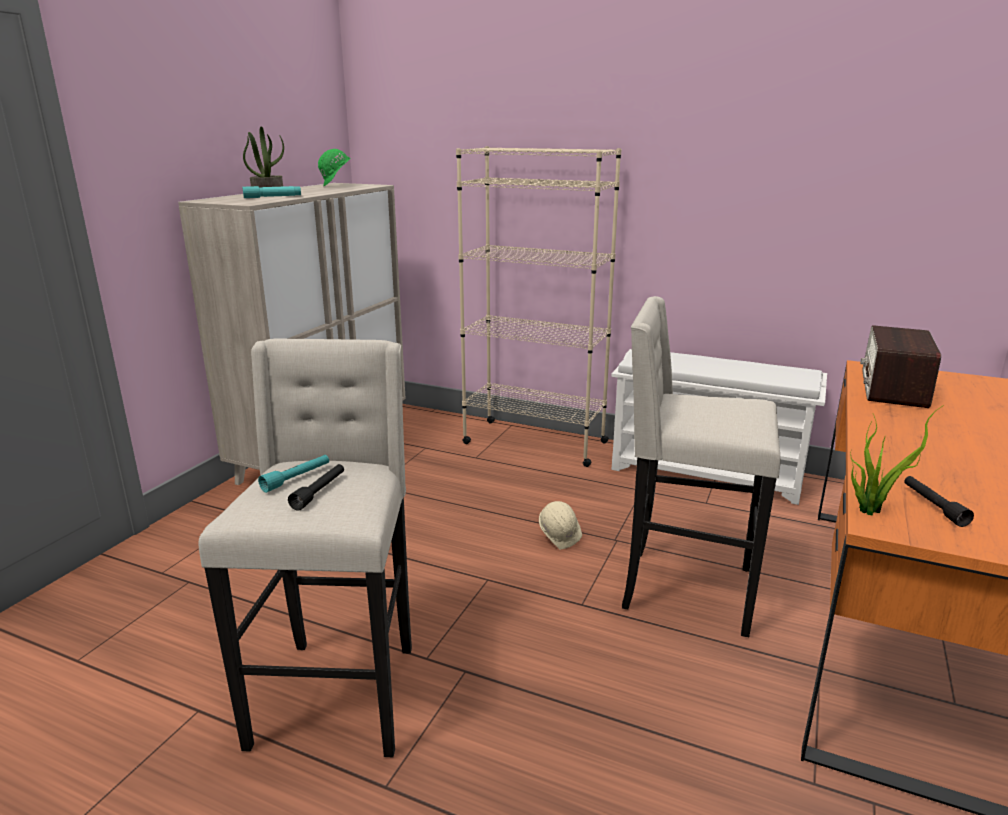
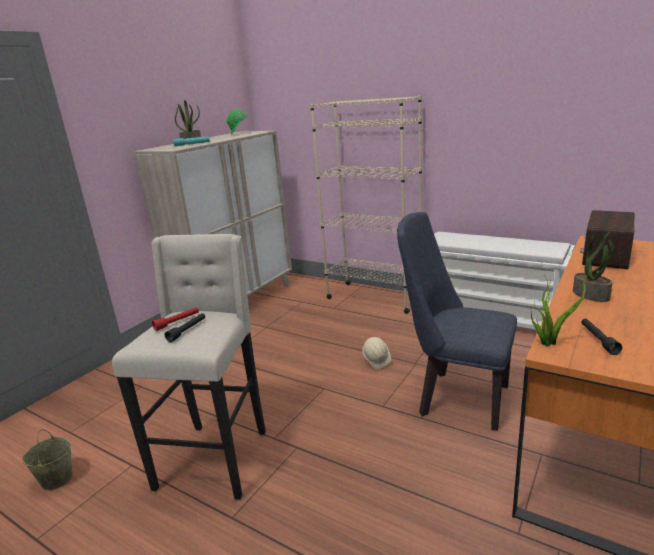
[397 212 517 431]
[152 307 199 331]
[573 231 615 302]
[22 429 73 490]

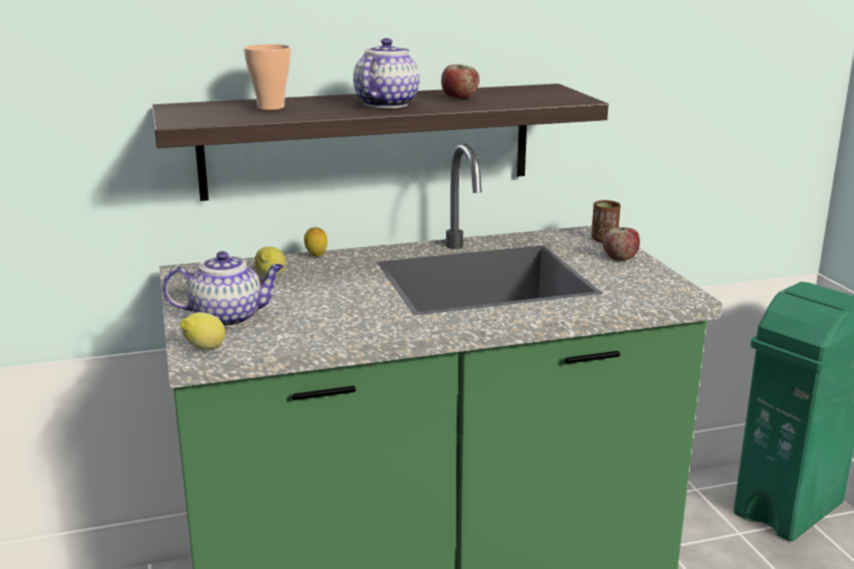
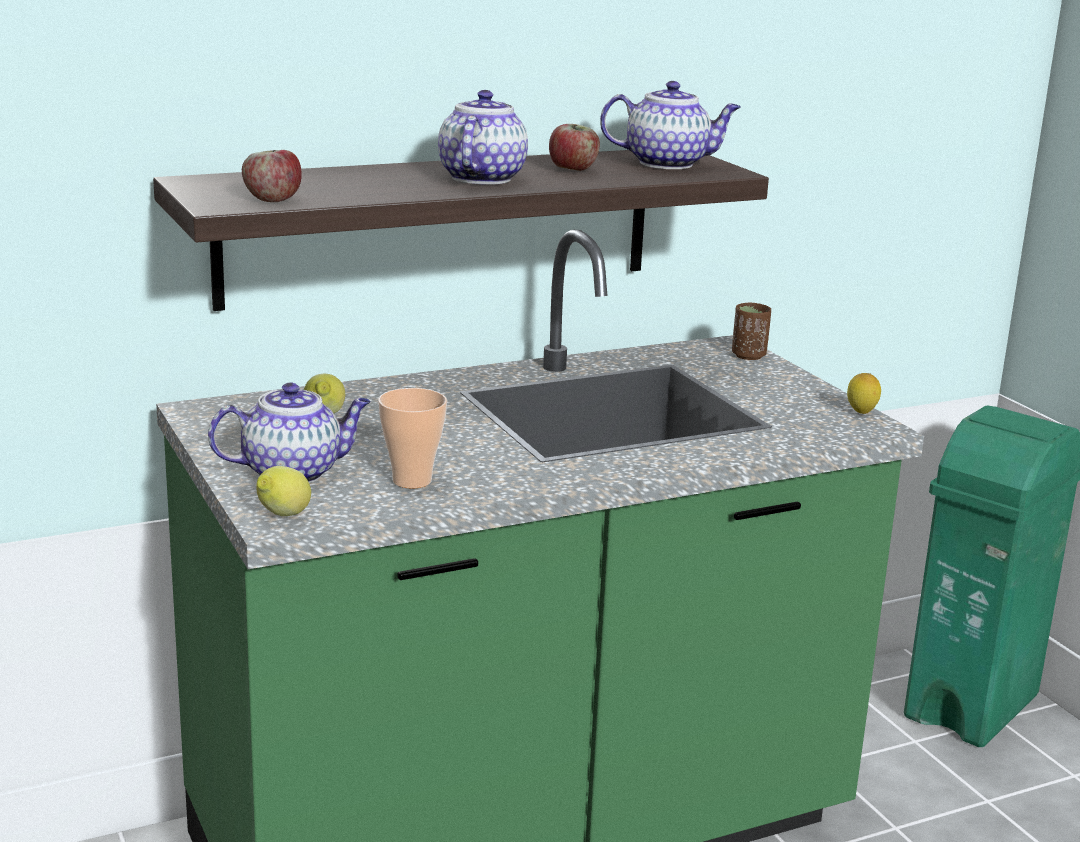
[378 388 447 488]
[847 373 881 414]
[242 150 302 202]
[600 81 741 169]

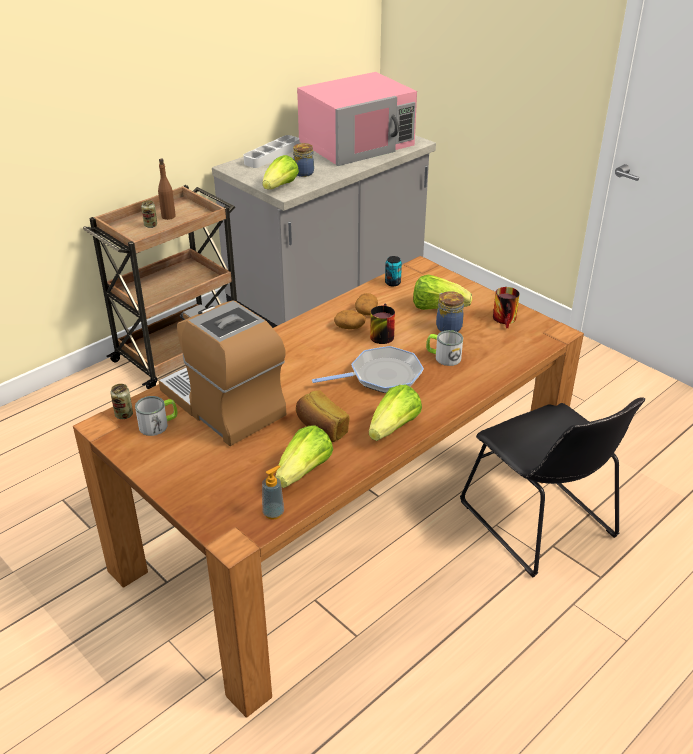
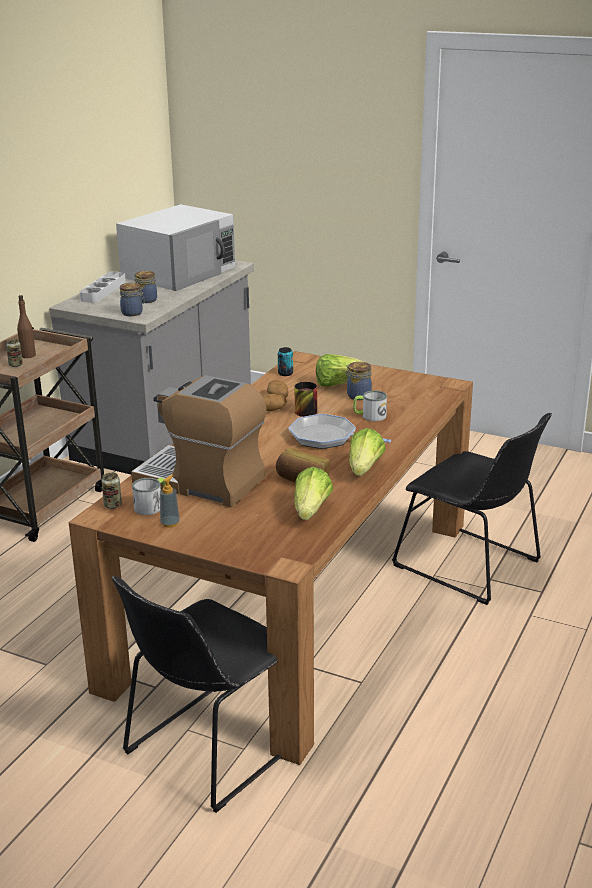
[116 204 235 291]
[120 283 145 316]
[493 287 520 328] (first image)
[289 414 391 449]
[160 475 180 528]
[112 576 282 813]

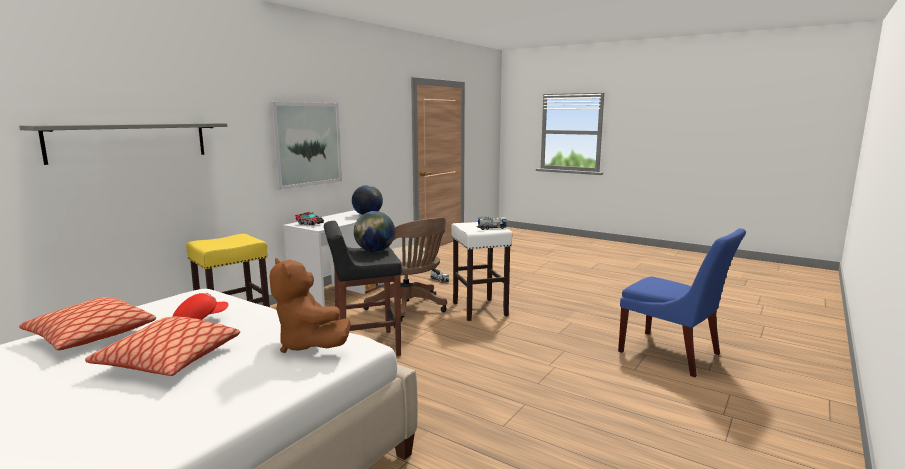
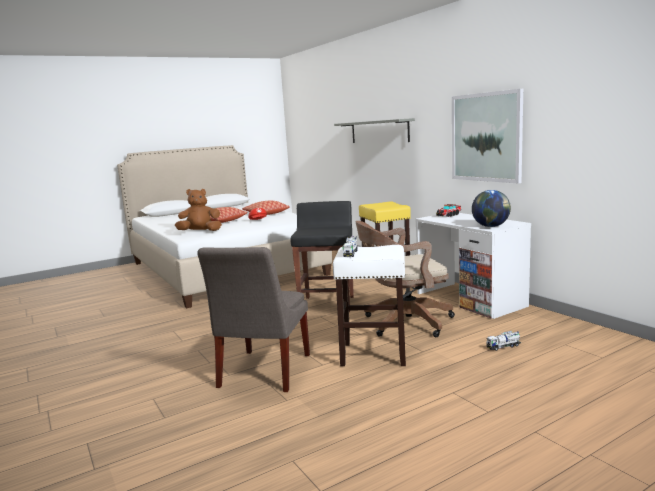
[354 211 395 252] (first image)
[618 228 746 377] (first image)
[197 247 310 392]

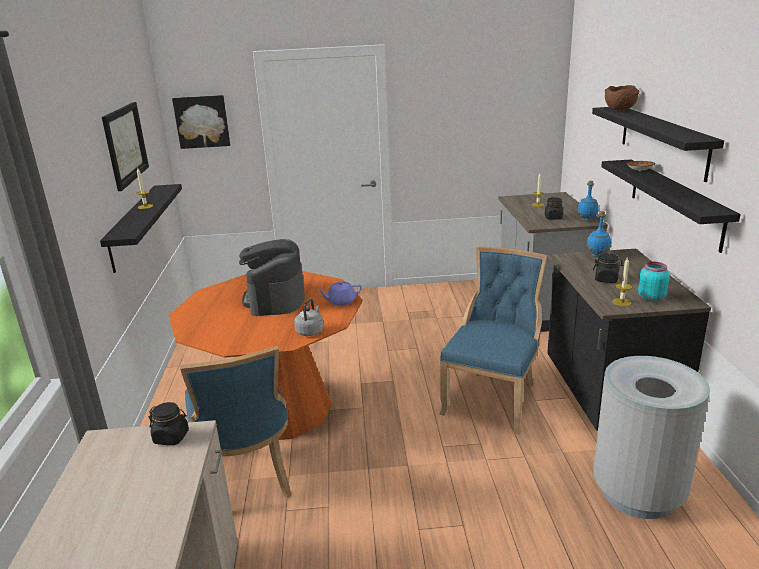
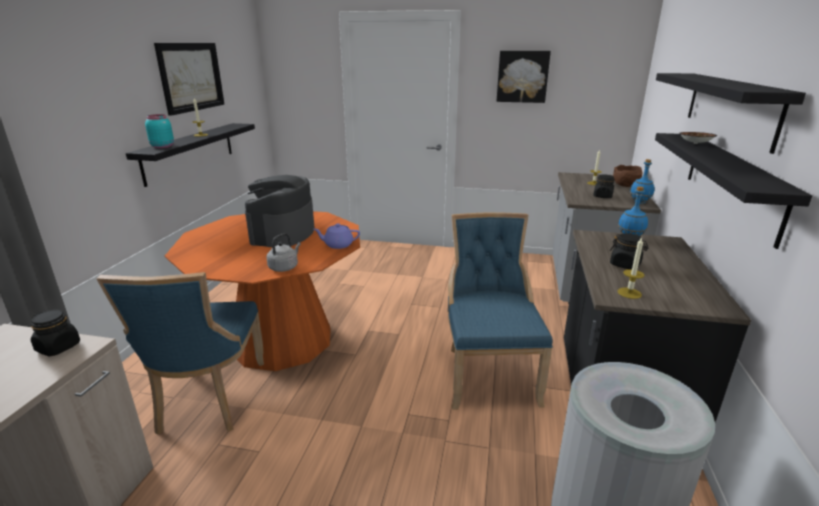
[613 165 643 187]
[497 51 551 103]
[448 212 553 410]
[145 114 174 148]

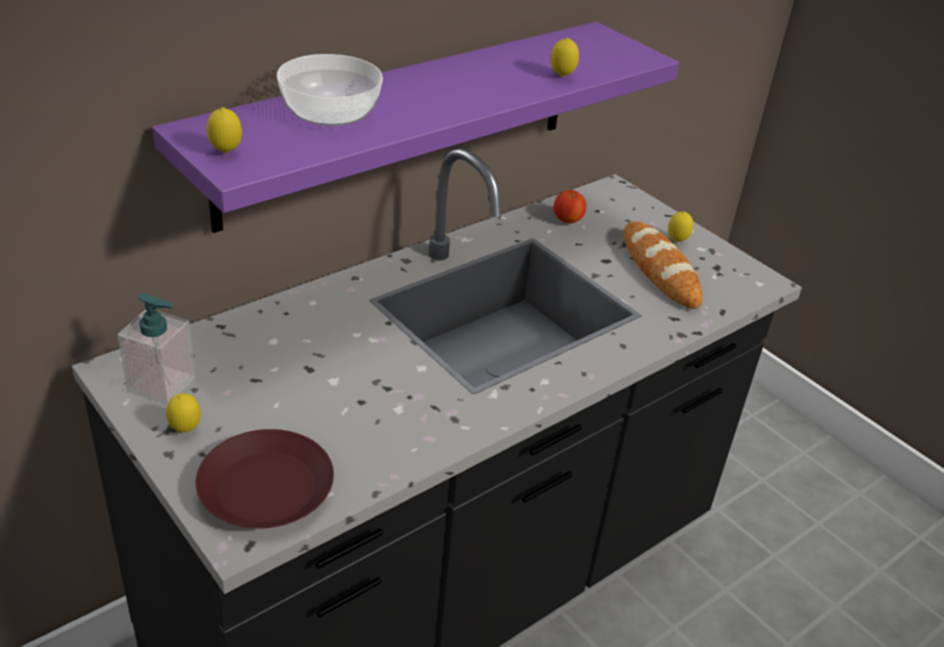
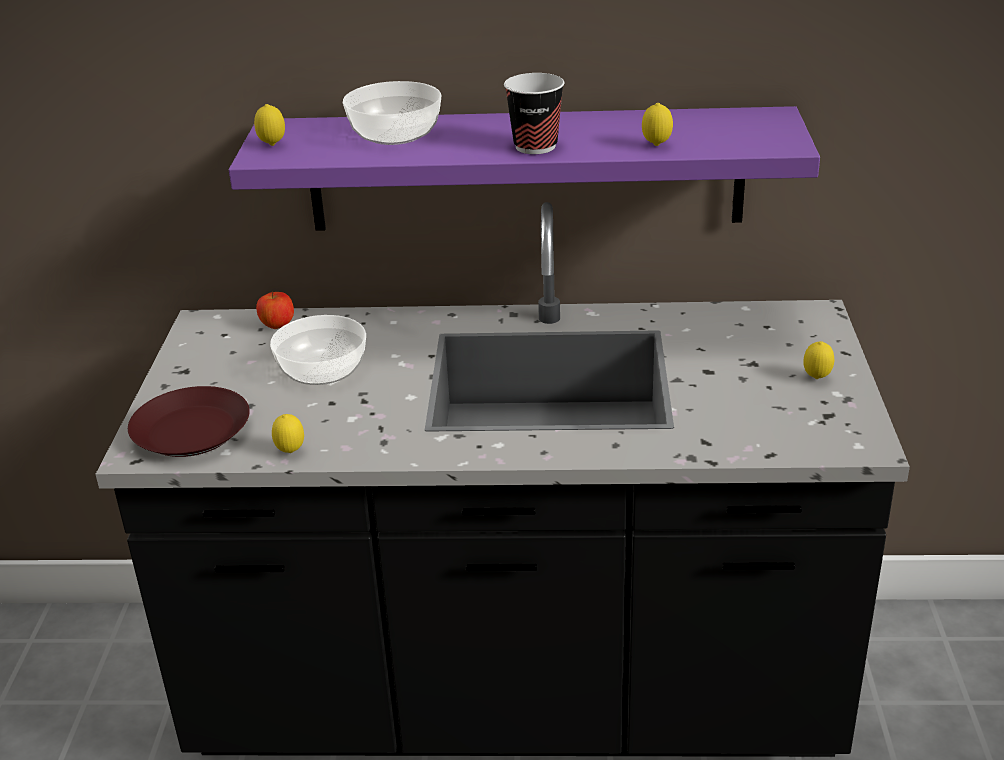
[256 292 294 329]
[623 222 703 309] (first image)
[117 293 196 405] (first image)
[272 414 304 453]
[504 73 564 154]
[270 315 366 385]

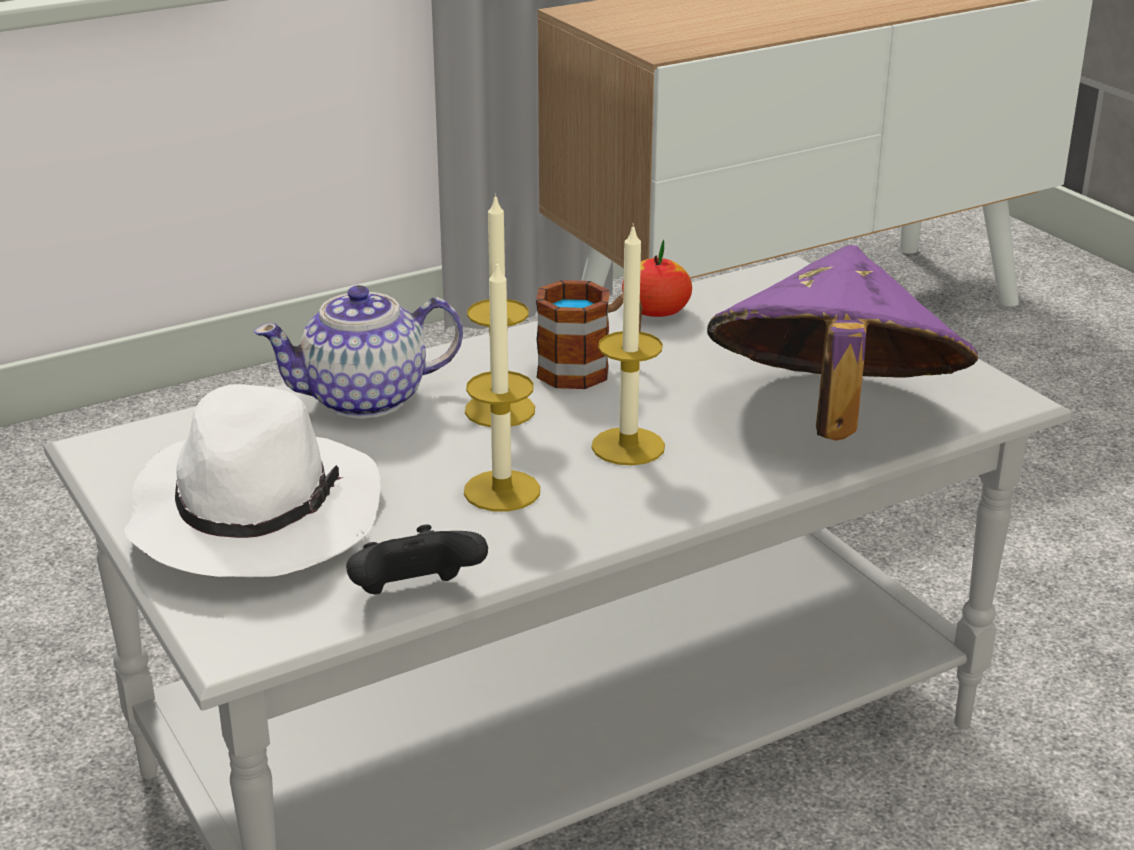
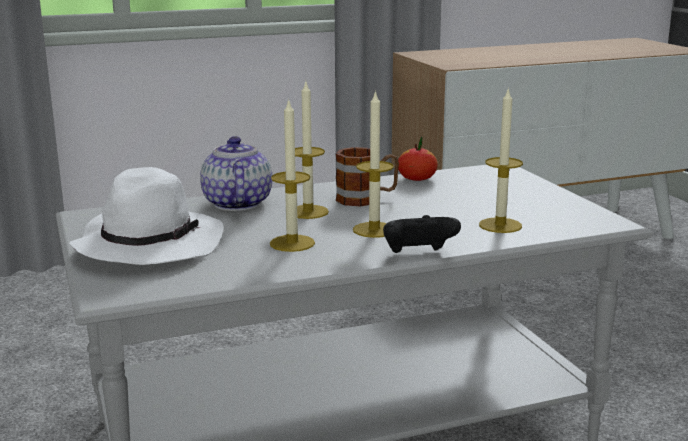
[479 87 523 233]
[200 136 272 211]
[383 215 461 253]

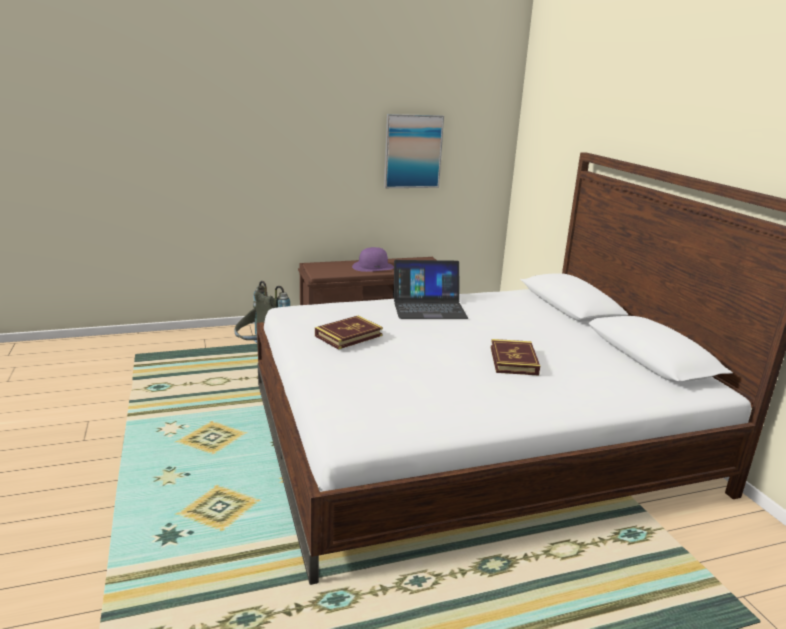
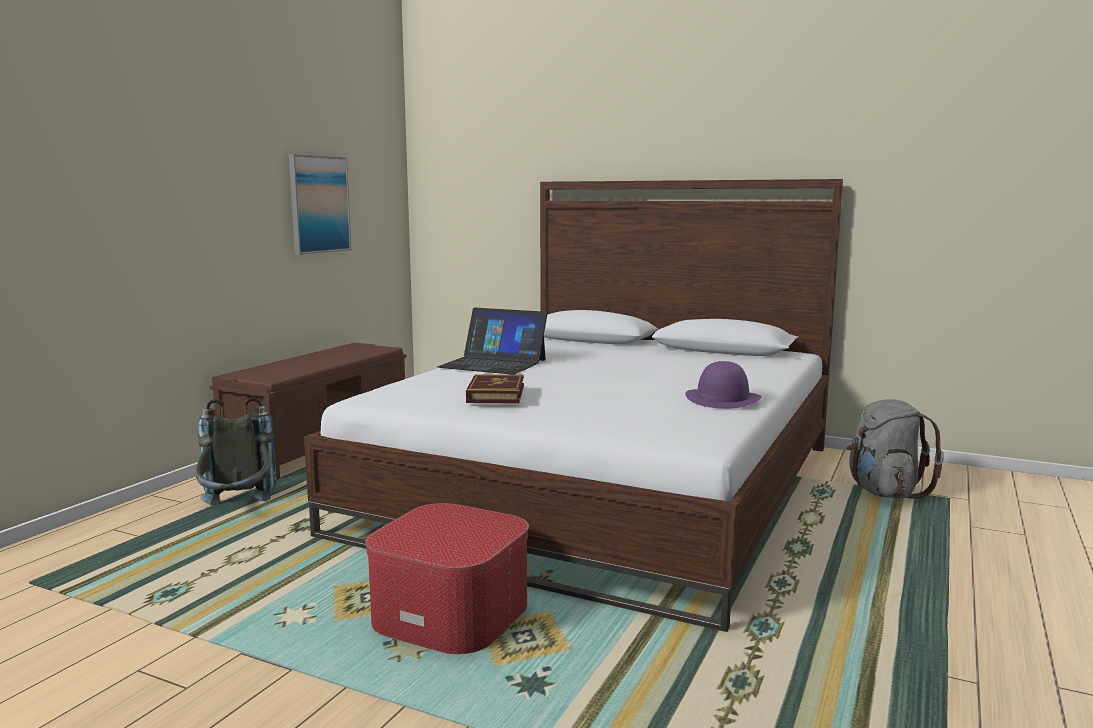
[685 361 761 409]
[437 308 547 375]
[491 339 540 376] (first image)
[846 399 944 499]
[365 503 529 654]

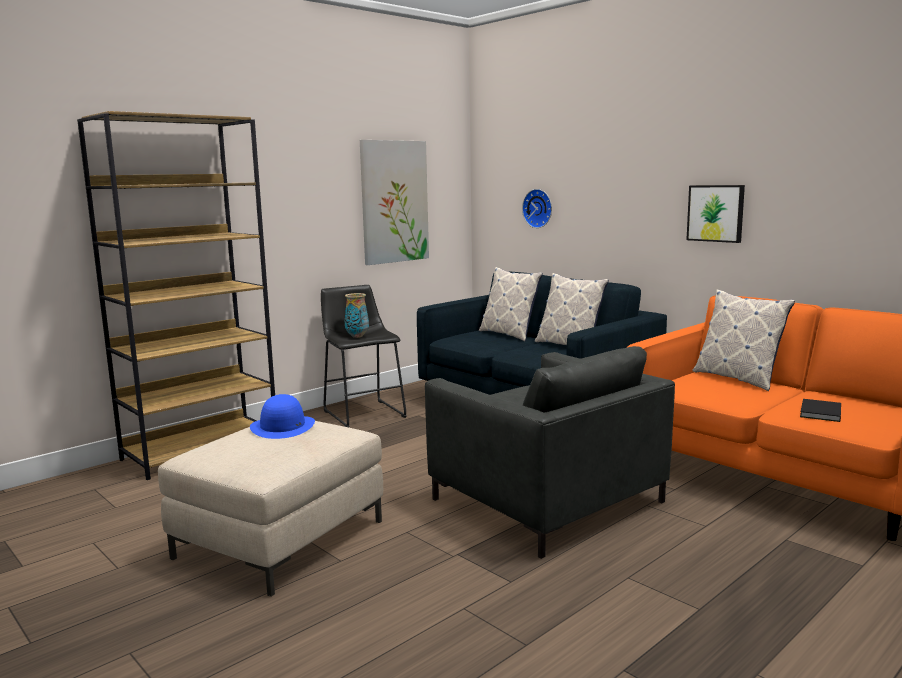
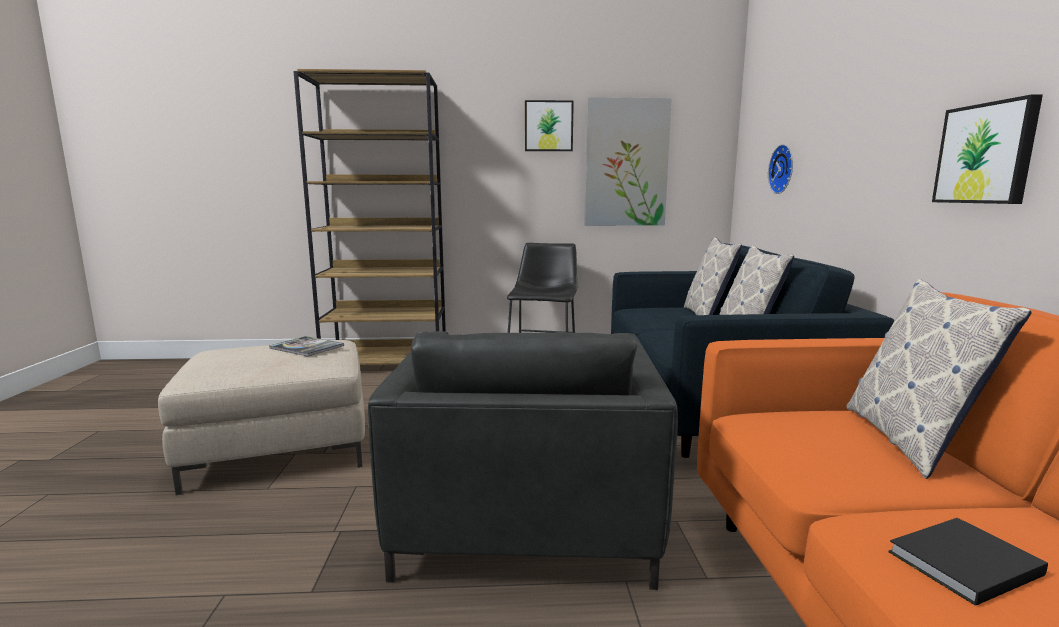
[345 293 369 338] (first image)
[269 336 344 357]
[525 100 574 151]

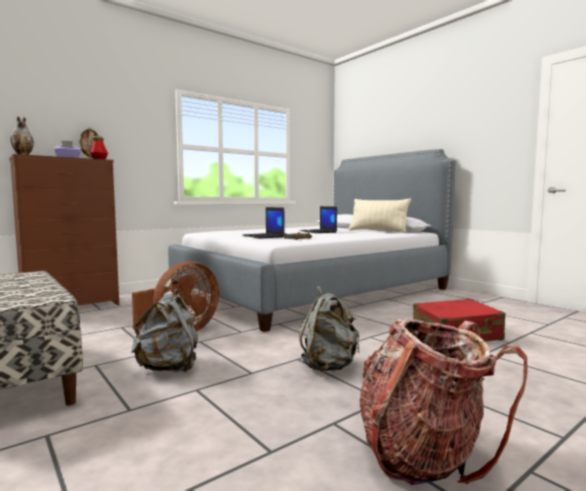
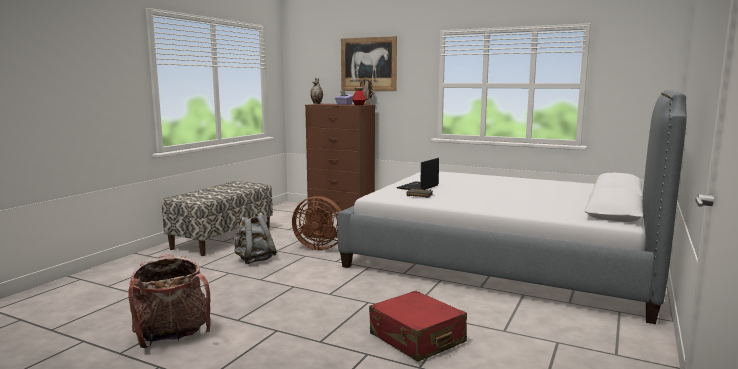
[349 198 411 233] (first image)
[299 206 337 233] (first image)
[299 286 360 371] (first image)
[341 36 397 91]

